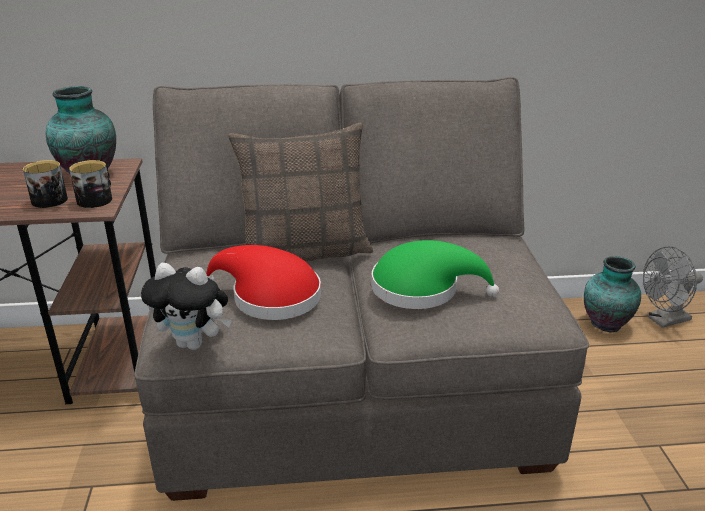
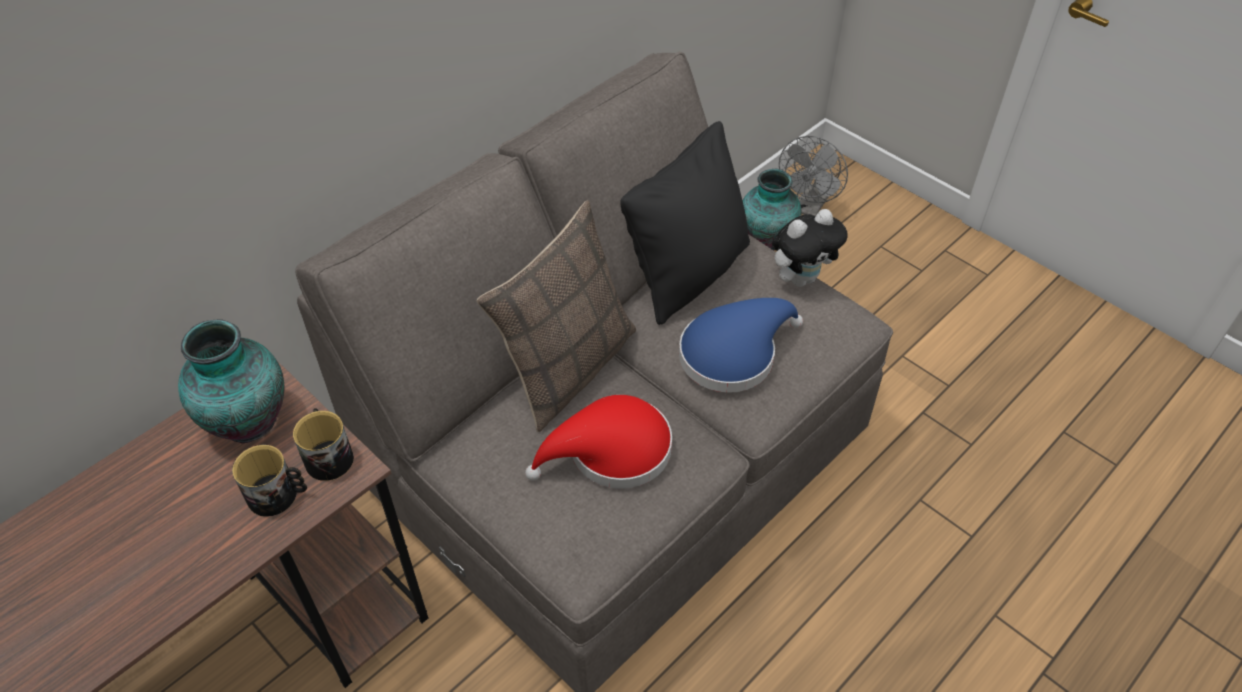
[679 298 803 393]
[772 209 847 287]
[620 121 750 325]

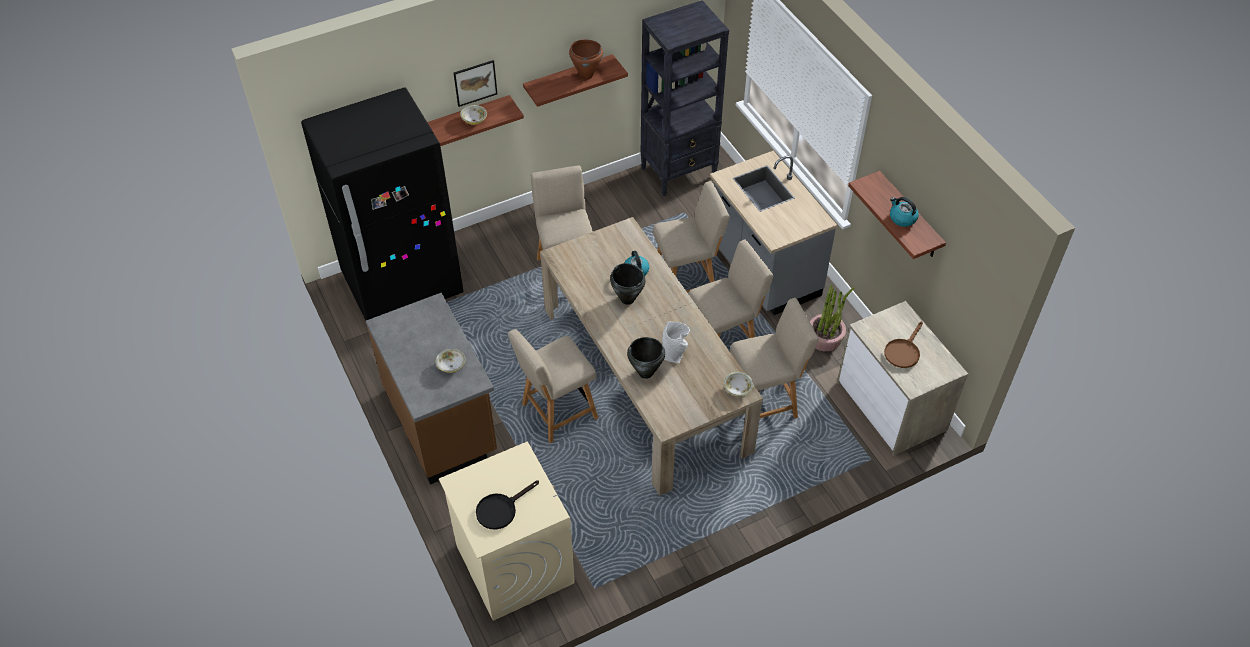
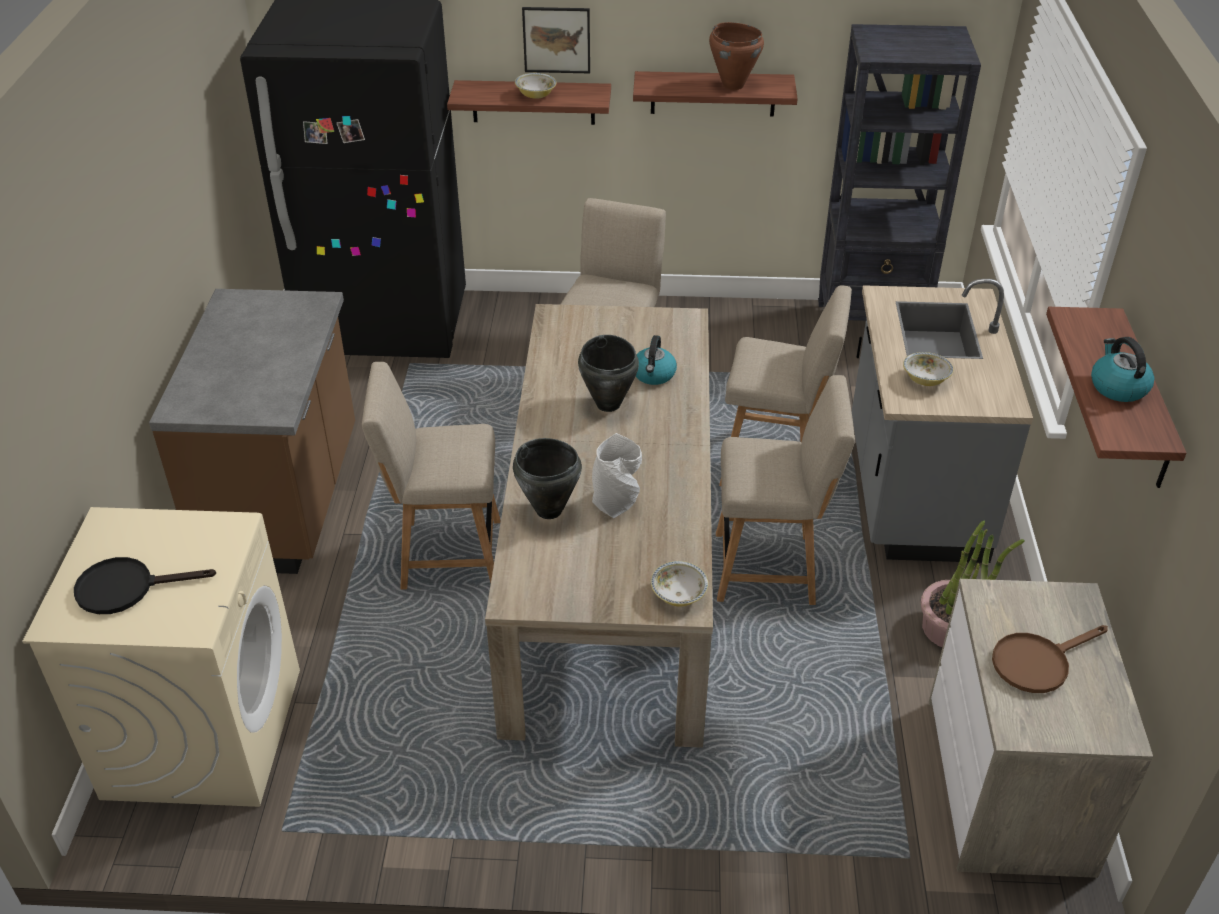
[730 298 818 418] (first image)
[903 352 954 386]

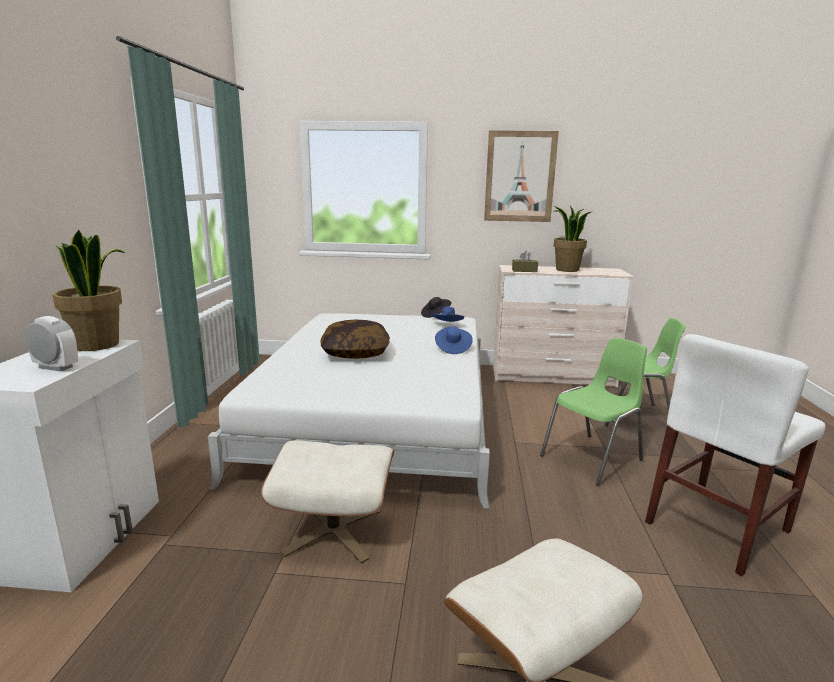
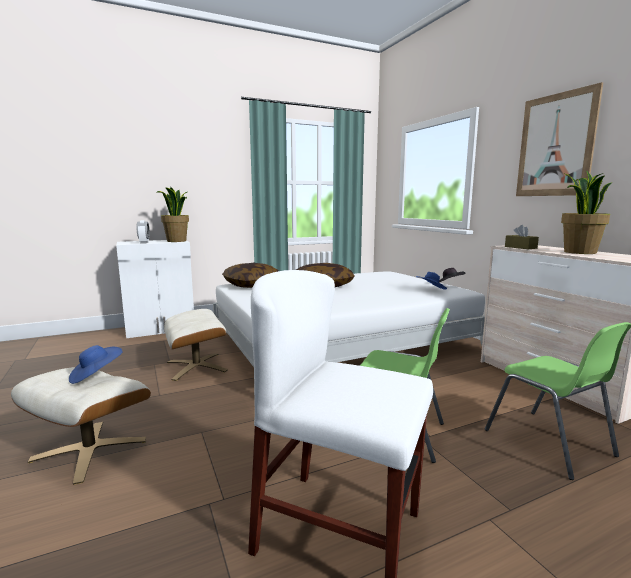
[69 345 123 384]
[222 263 278 288]

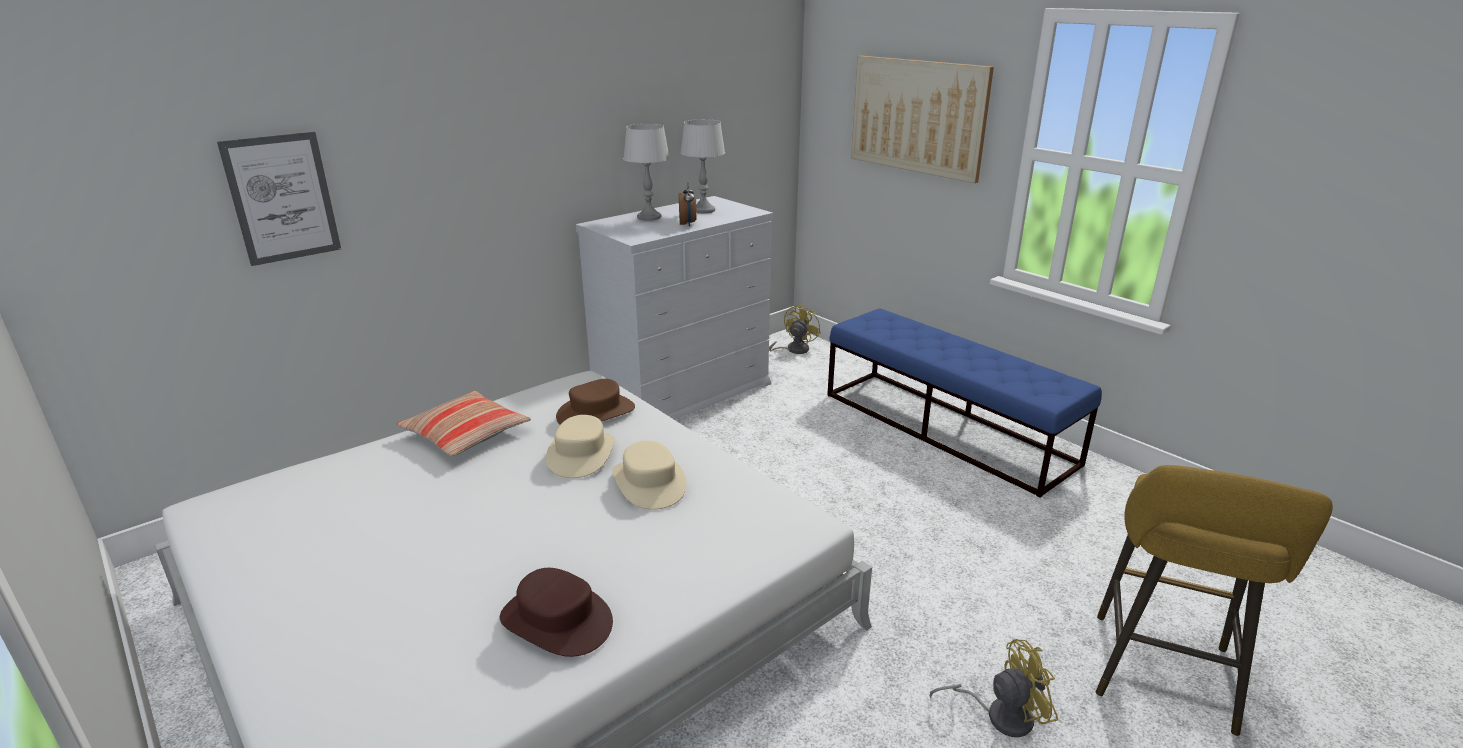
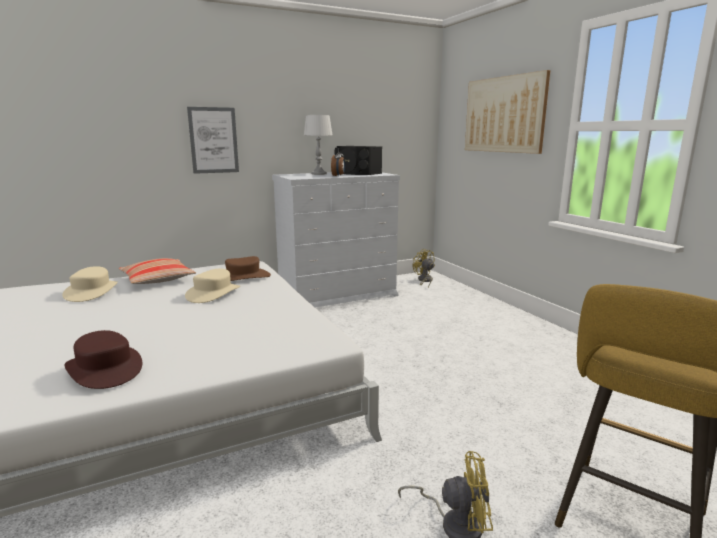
[335 146 382 175]
[187 107 239 174]
[413 248 435 288]
[827 308 1102 498] (first image)
[62 266 118 302]

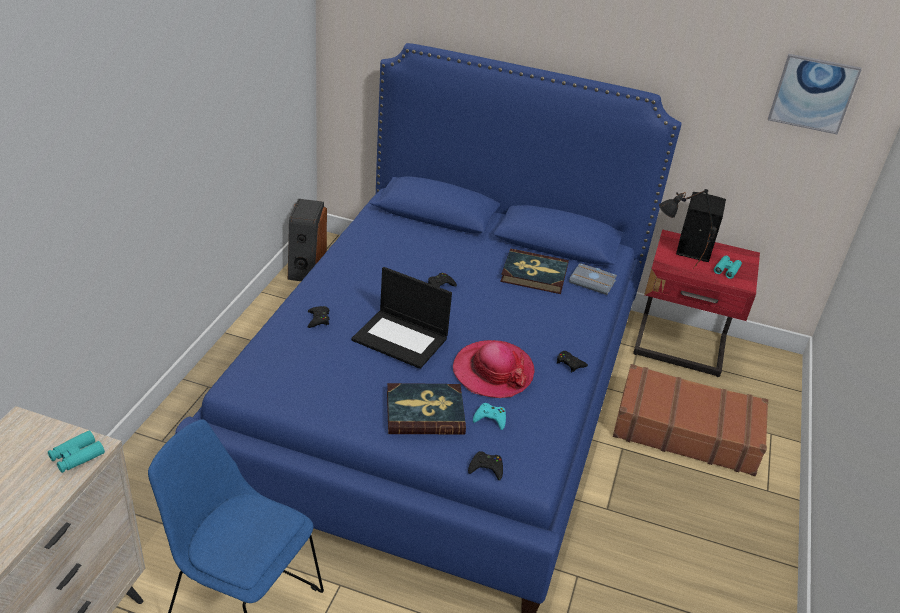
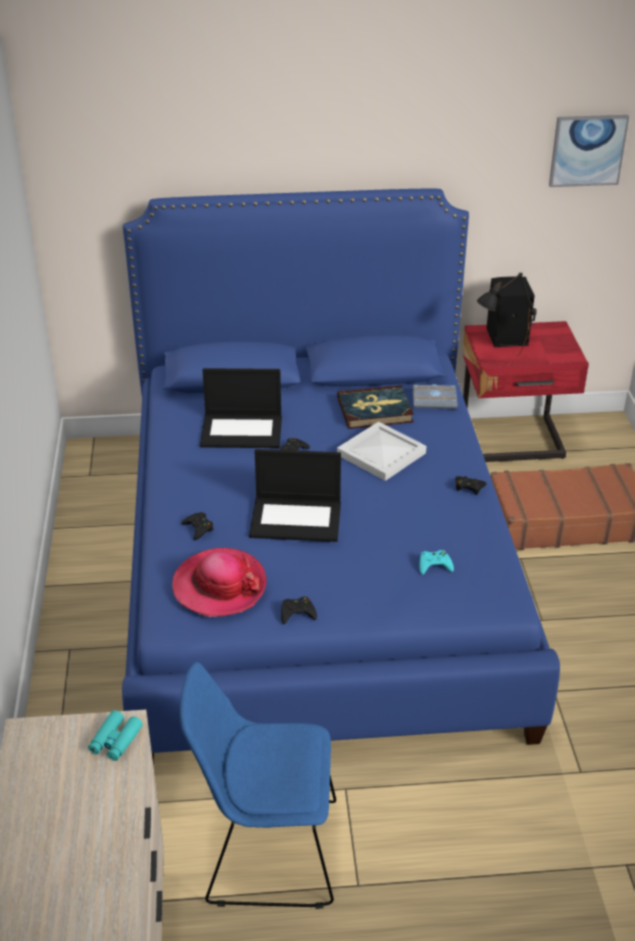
[288 199 327 281] (first image)
[714 256 742 279] (first image)
[172 548 267 617]
[387 383 466 435] (first image)
[281 597 317 624]
[200 368 282 448]
[337 422 426 481]

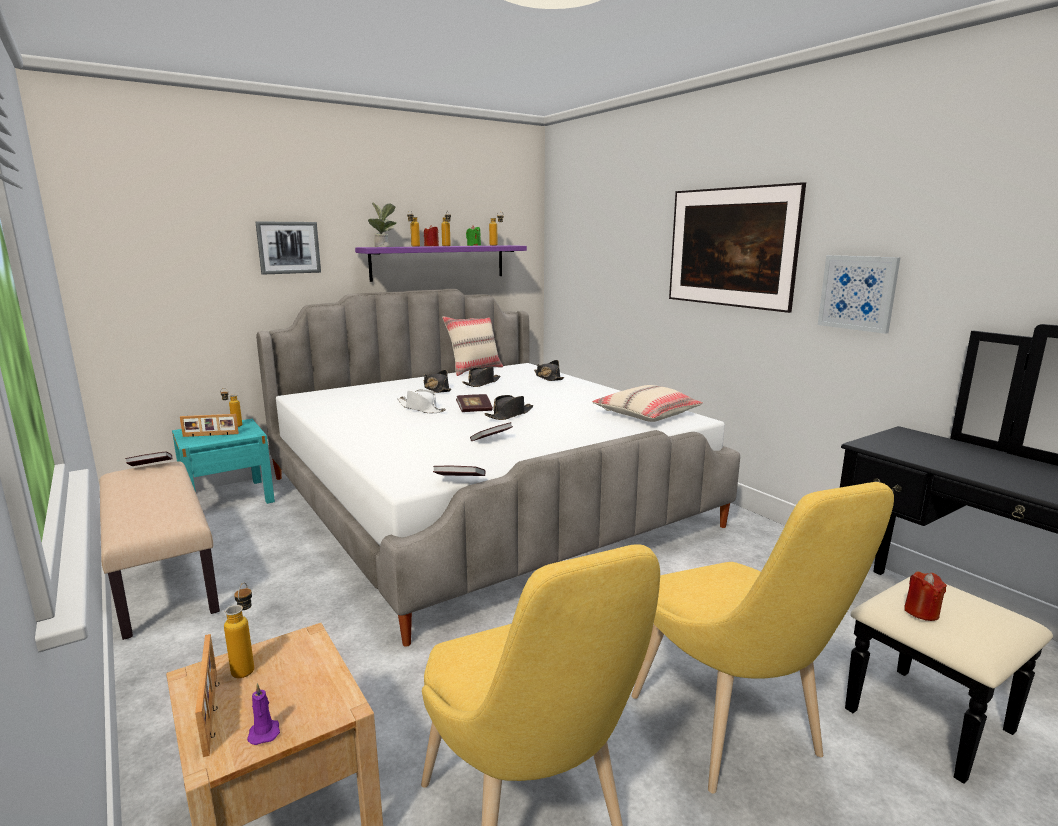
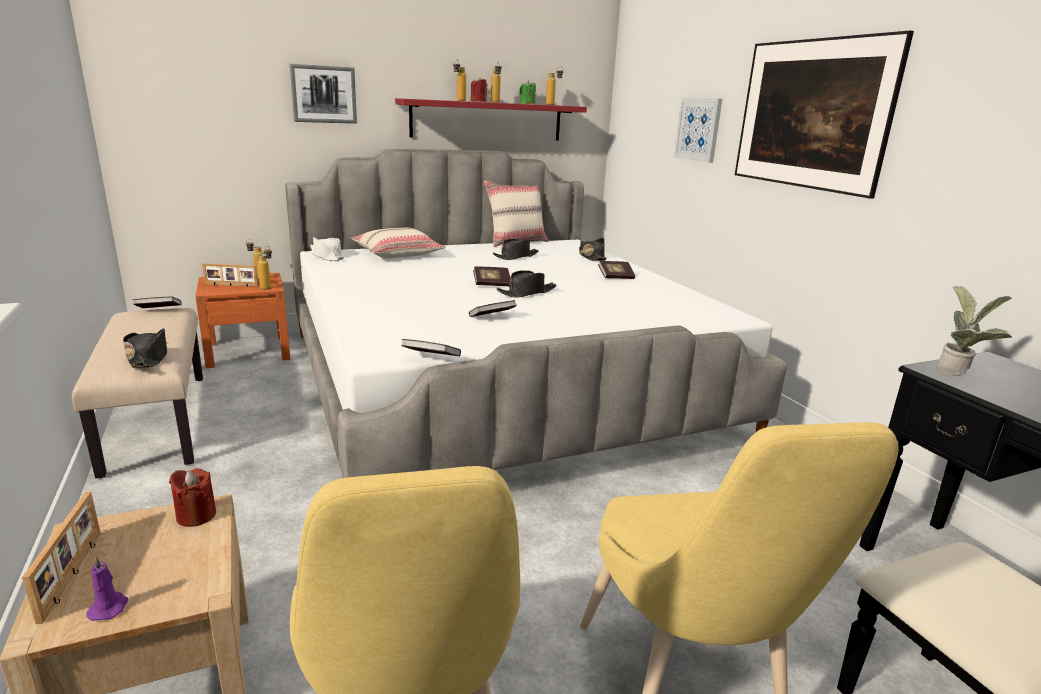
[936 286 1012 376]
[395 98 587 141]
[674 98 722 163]
[123 328 167 368]
[351 228 445 258]
[310 237 344 261]
[195 273 290 368]
[169 468 216 527]
[257 246 272 290]
[598 261 635 279]

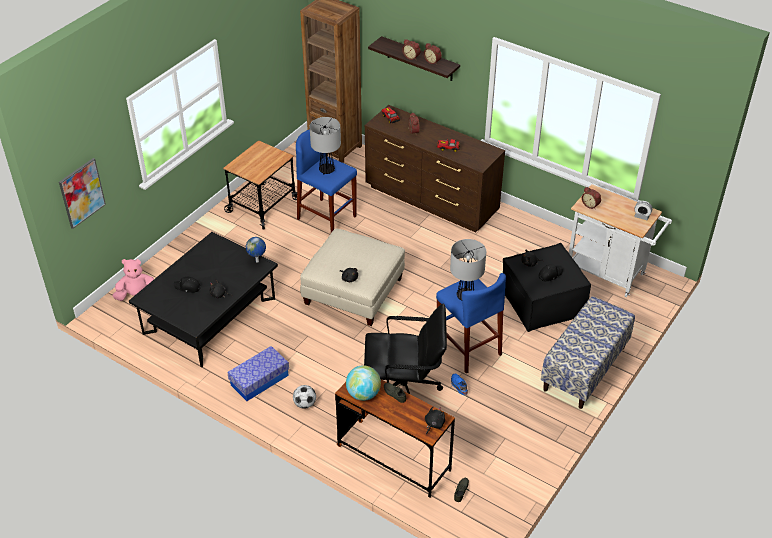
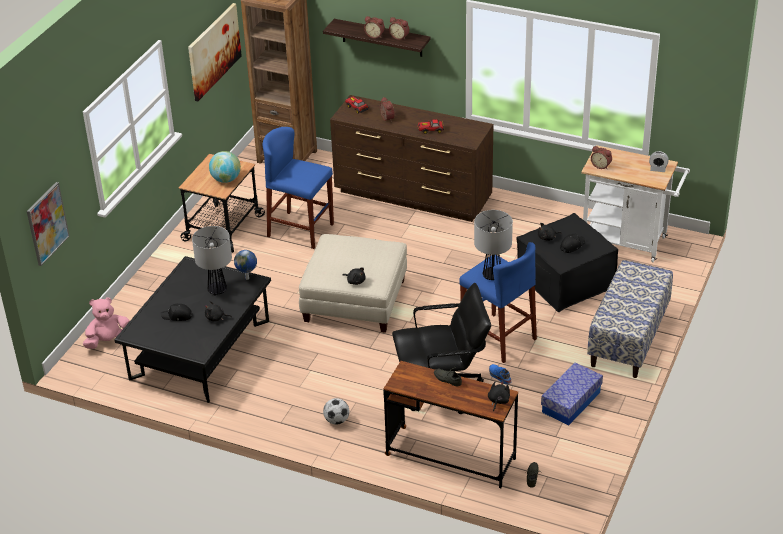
[192 226 232 296]
[541 363 603 426]
[209 151 241 183]
[188 3 242 101]

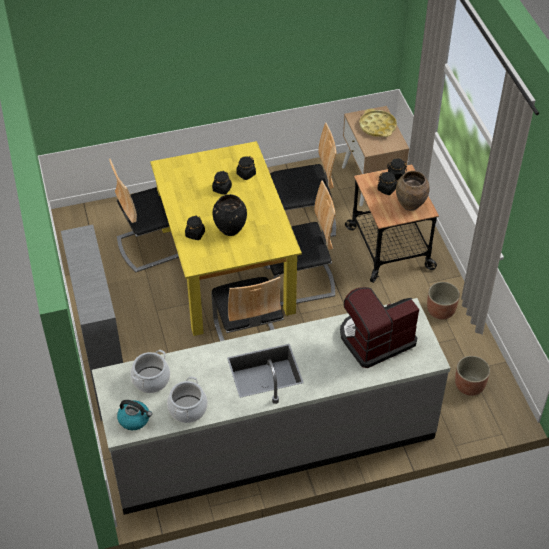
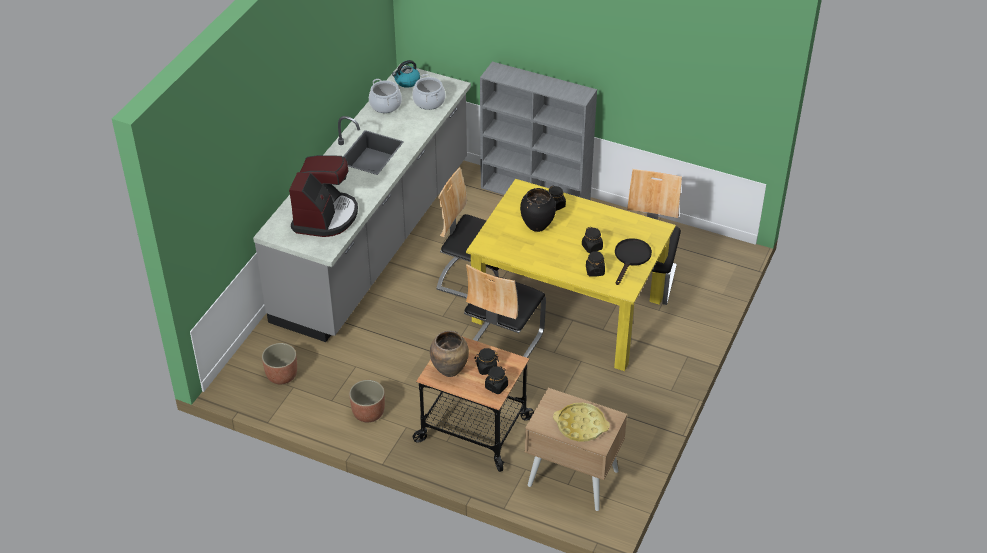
[270 123 337 237] (first image)
[615 238 652 285]

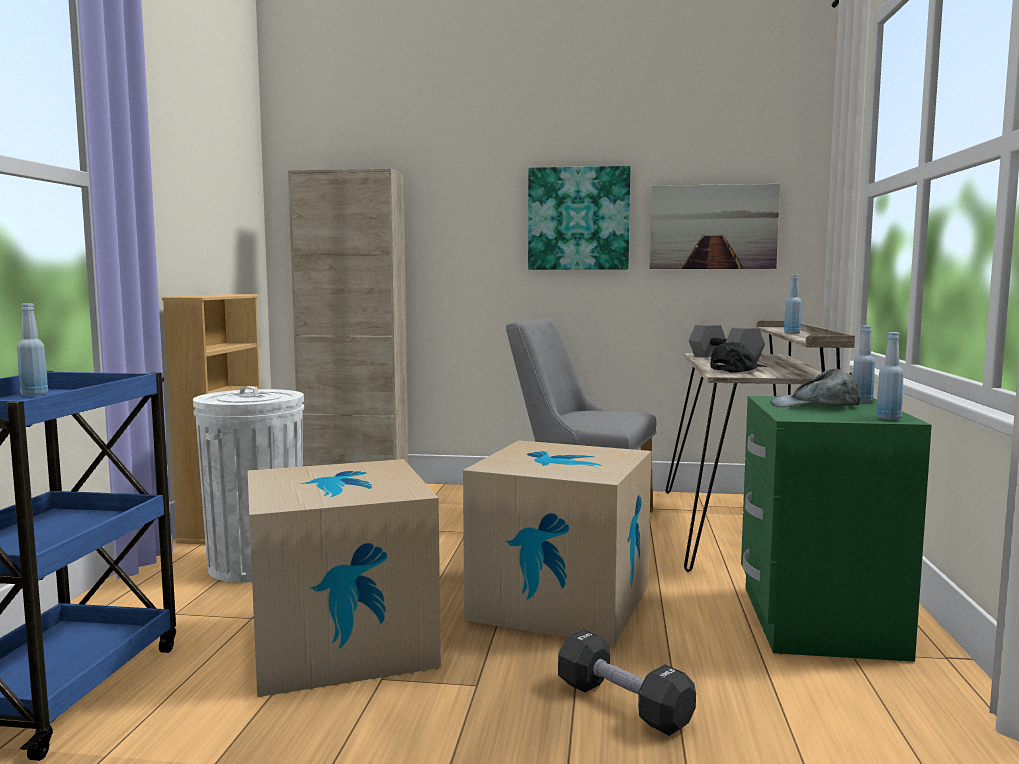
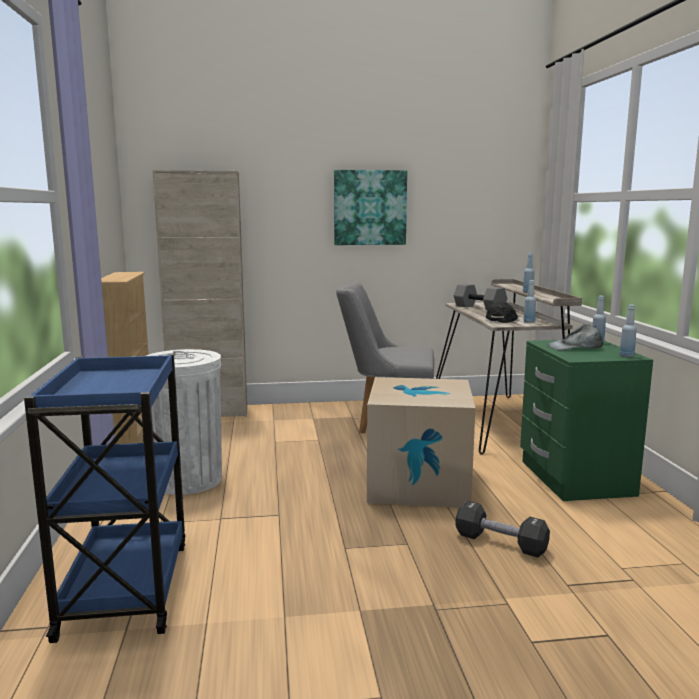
[650 184 780 269] (first image)
[524 280 536 323]
[248 459 441 697] (first image)

